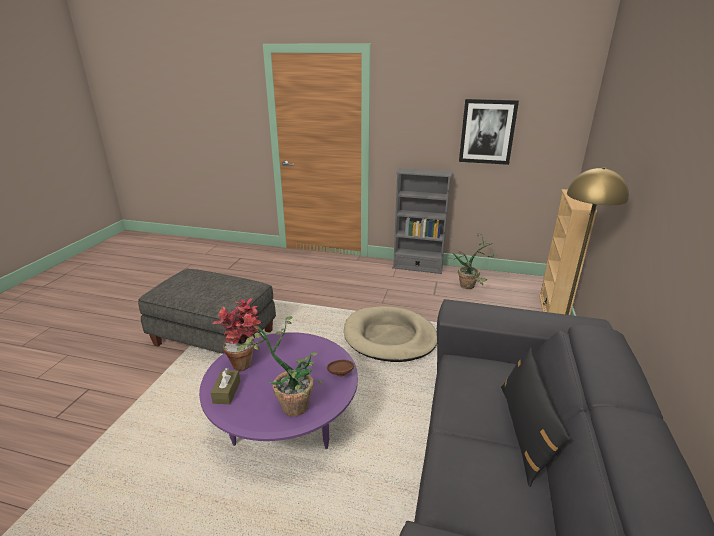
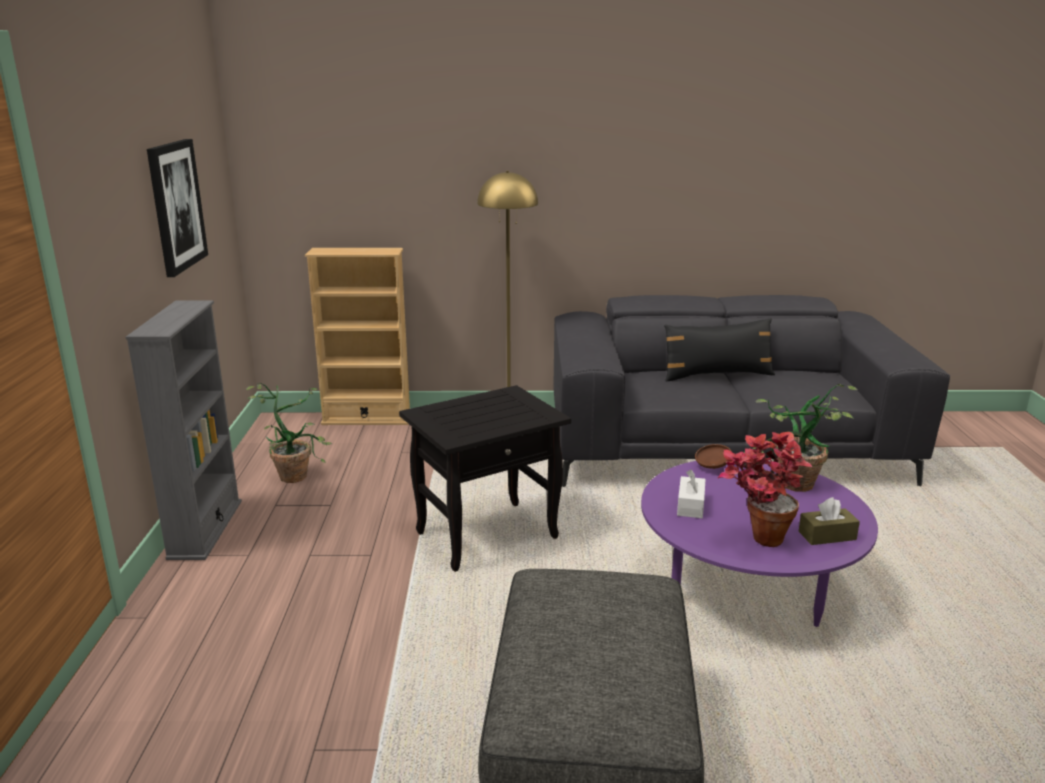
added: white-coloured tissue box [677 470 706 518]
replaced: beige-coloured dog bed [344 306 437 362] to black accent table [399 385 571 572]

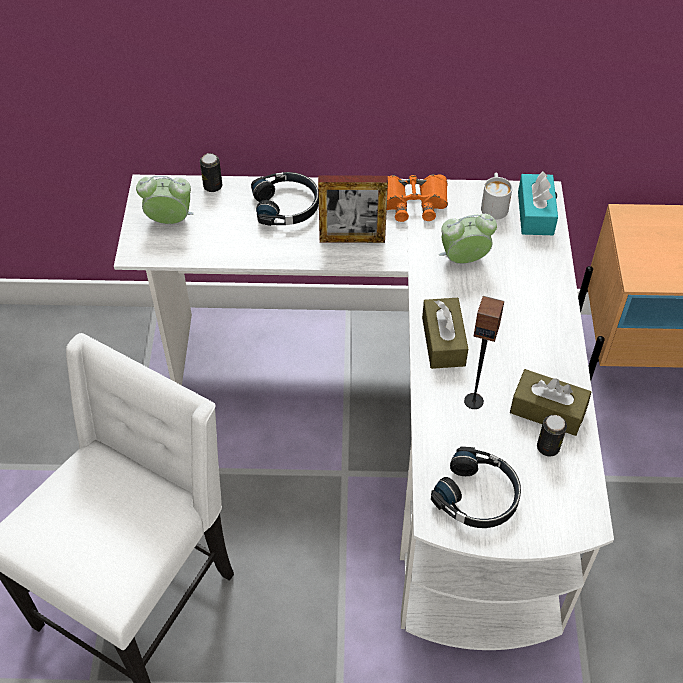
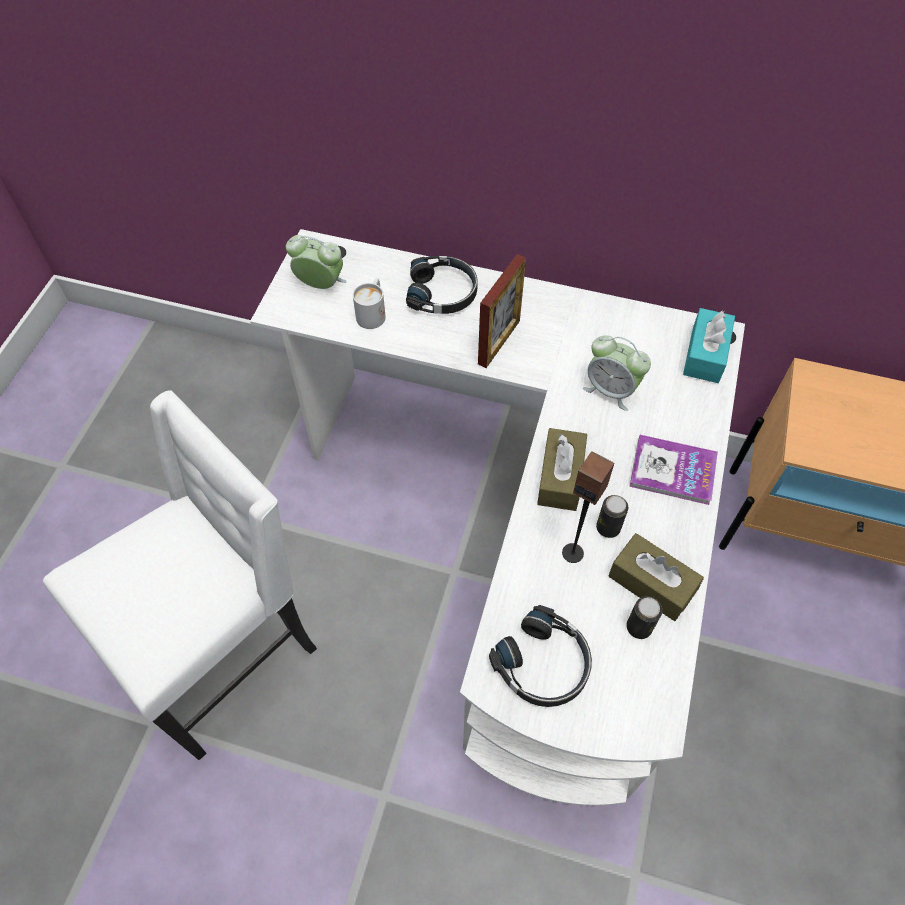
removed: orangey binoculars [387 175 448 222]
added: book [629 435 718 505]
moved: sealed can [200 153 222 192] to [596 495 628 538]; white-coloured tea mug [481 173 513 220] to [353 278 385 329]
turned: standing frame [318 175 388 243] = [478 254 526 368] 75 degrees counterclockwise; table clock [439 214 497 264] = [583 335 651 411] 150 degrees counterclockwise

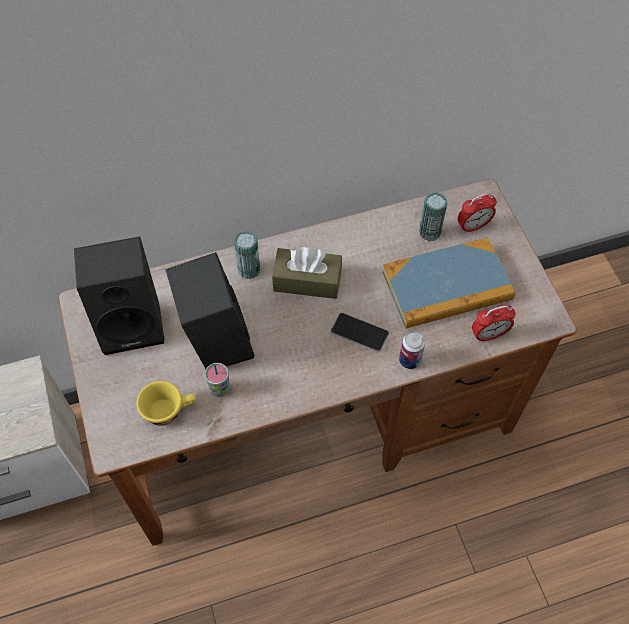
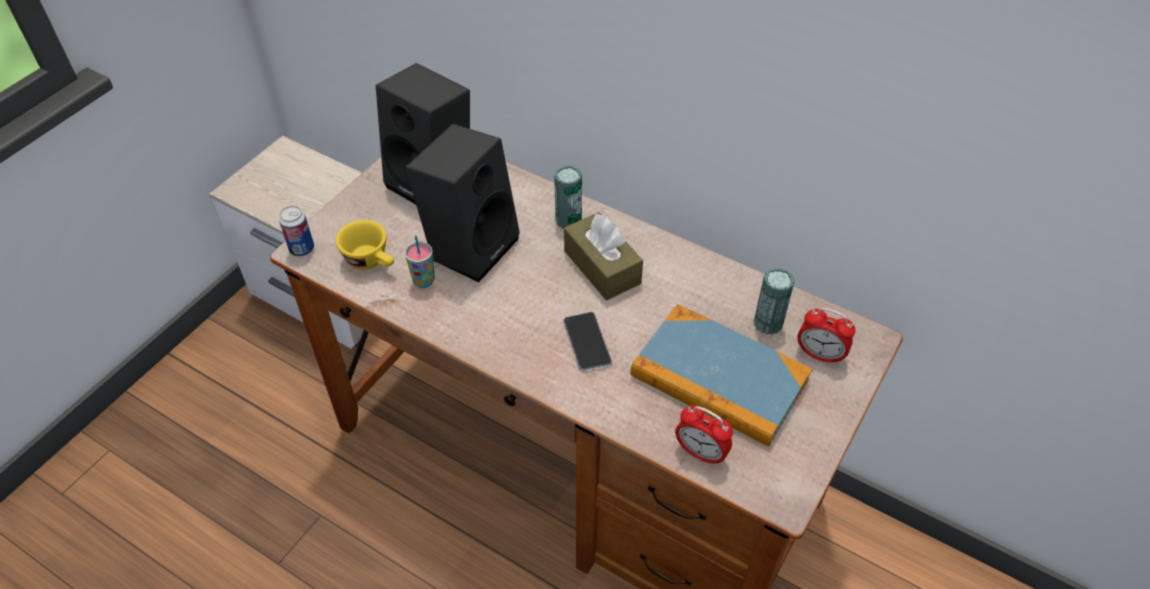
moved: sealed can [399 331 425 369] to [279 206 314 257]

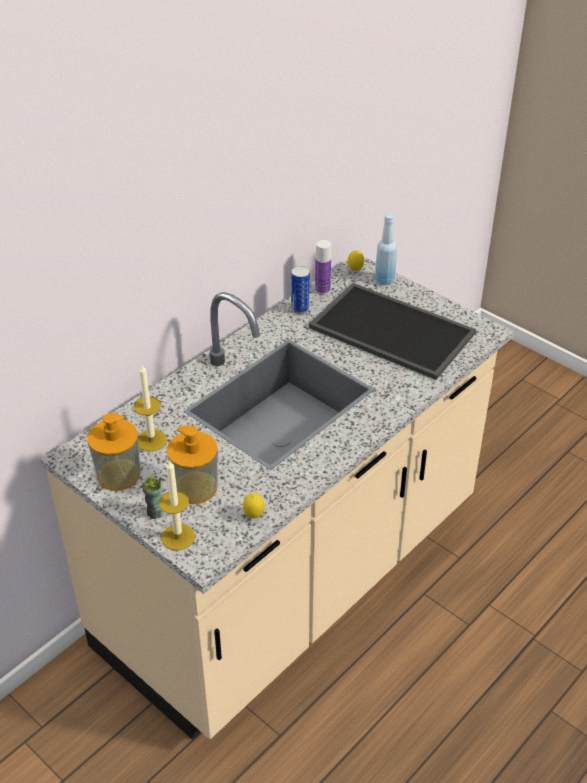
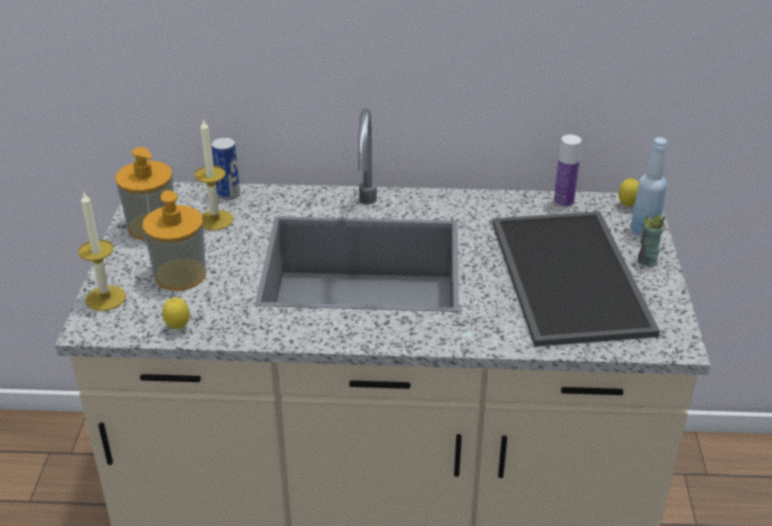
moved: sealed can [291 266 310 314] to [211 137 240 200]; cup [142 474 164 519] to [638 215 665 267]

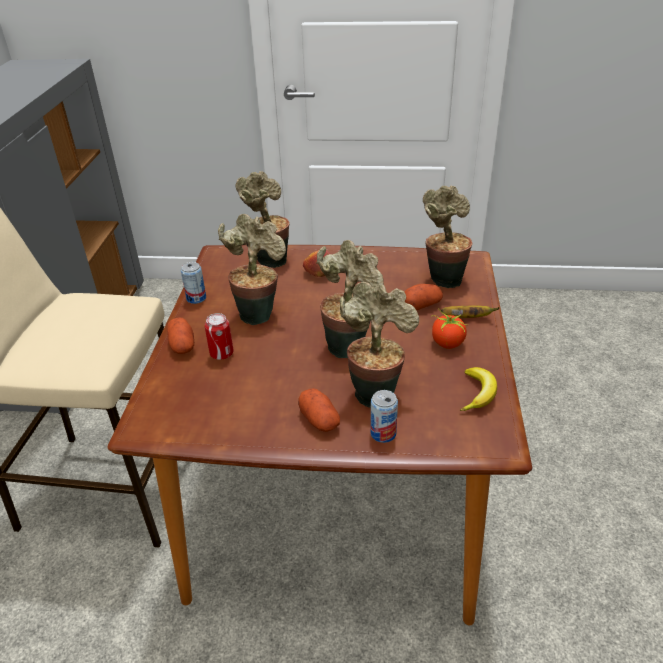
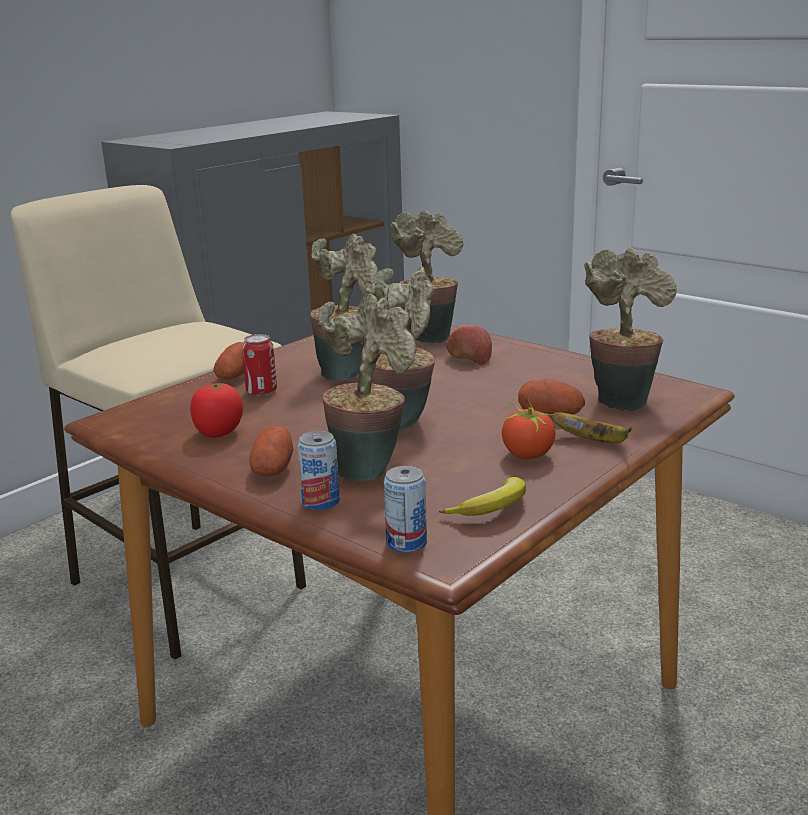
added: tomato [190 383 243 438]
moved: sealed can [181 262 206 304] to [384 466 427 553]

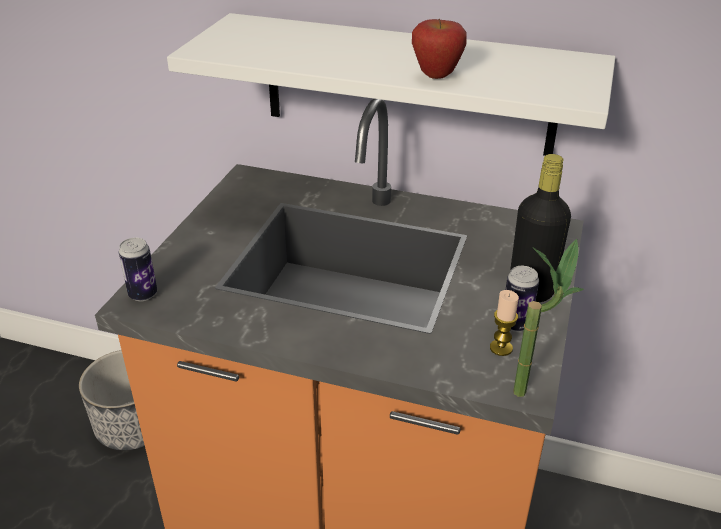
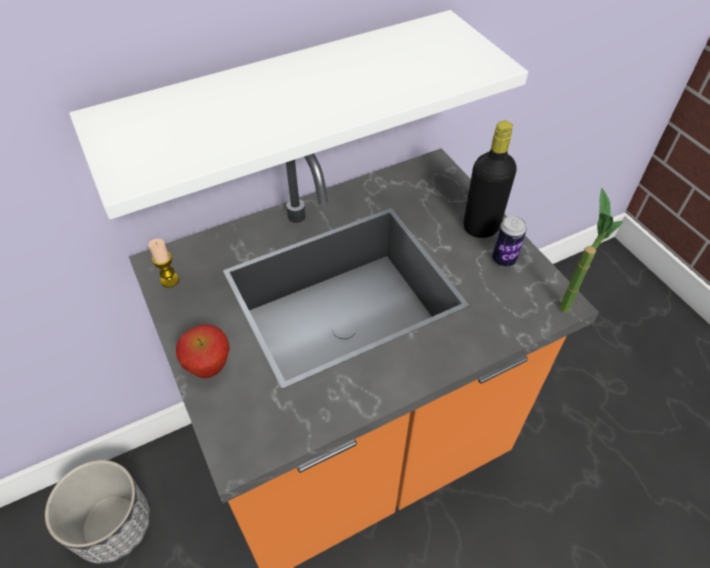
removed: sealed can [119 238 157 301]
moved: apple fruit [412 19 467 79] to [176 324 230 378]; wax candle [490 290 519 356] to [148 239 179 288]

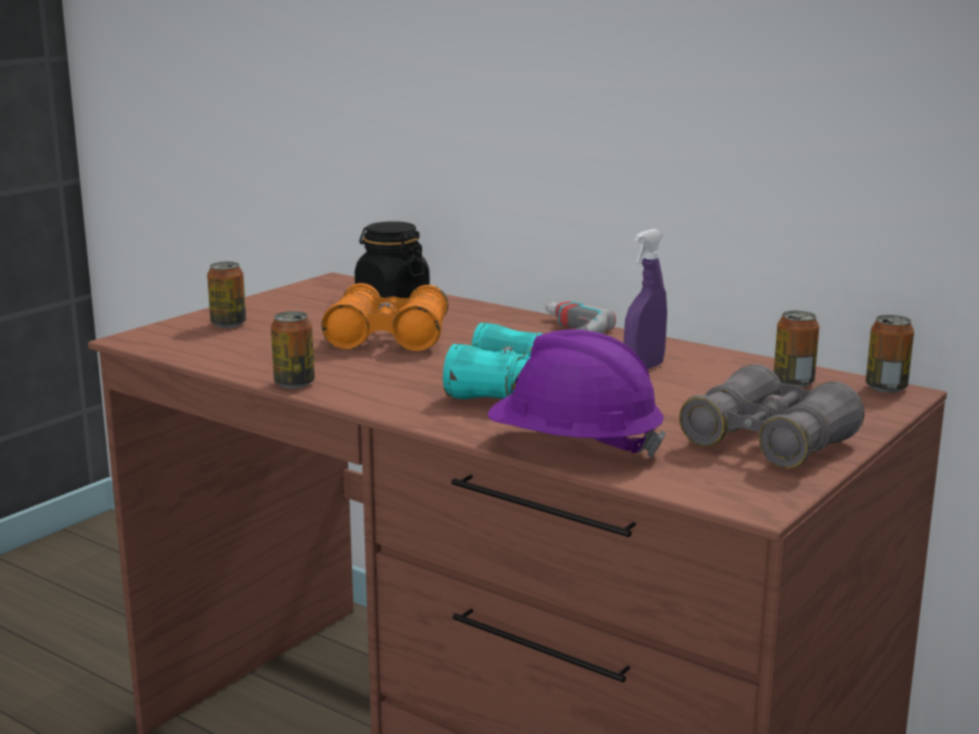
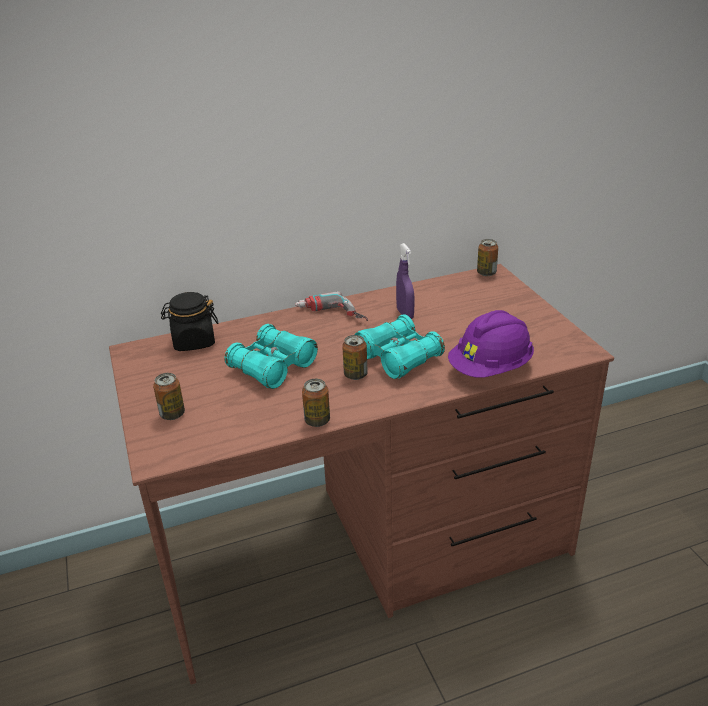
removed: grey binoculars [679 364 864 468]
moved: sealed can [774 311 819 387] to [342 335 368 380]
recoloured: orangey binoculars [321 283 448 352] to blue-green binoculars [224 324 318 389]

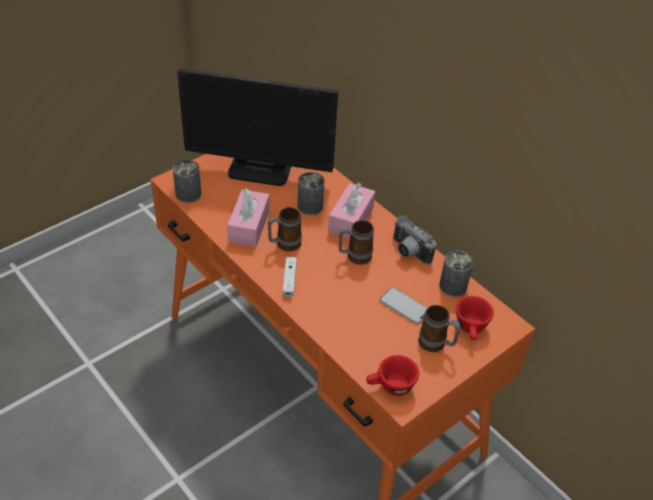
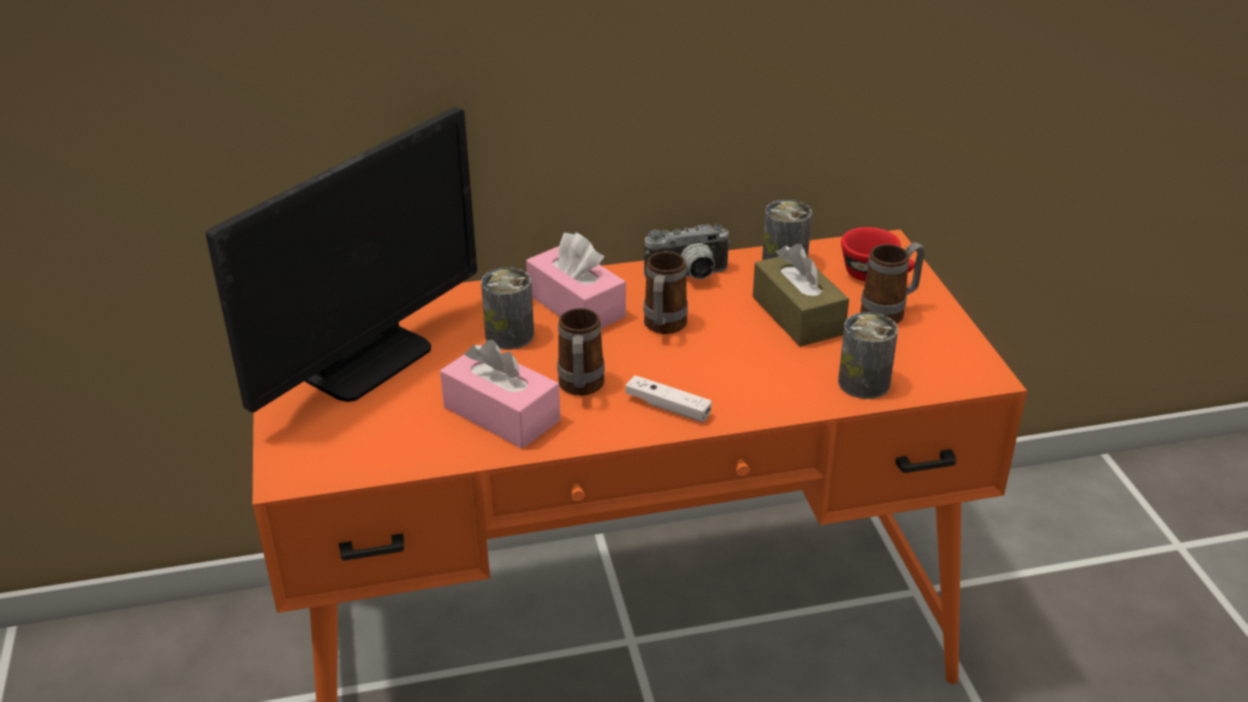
removed: reddish cup [366 355 419 396]
moved: sealed can [173 160 201 203] to [838 312 898 399]
replaced: phone [379 287 427 324] to brownish tissue box [753 243 849 347]

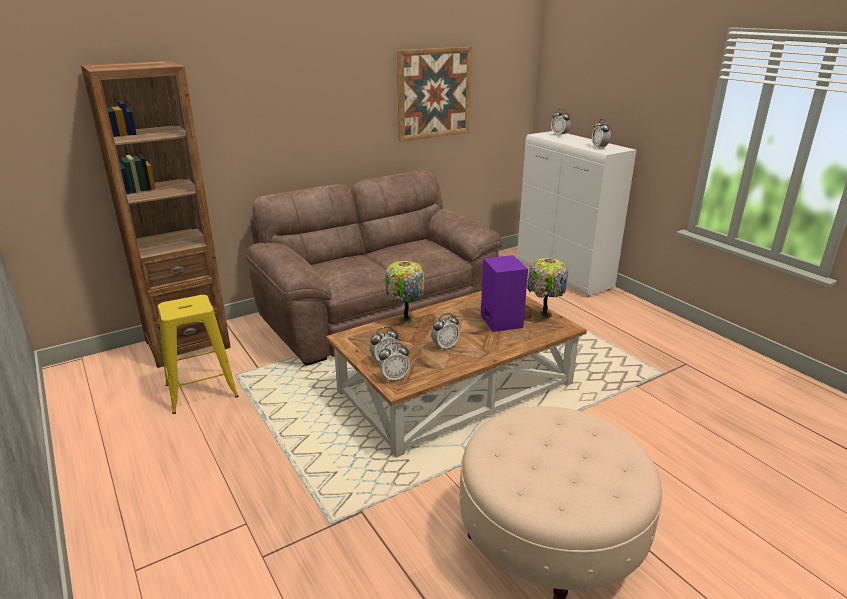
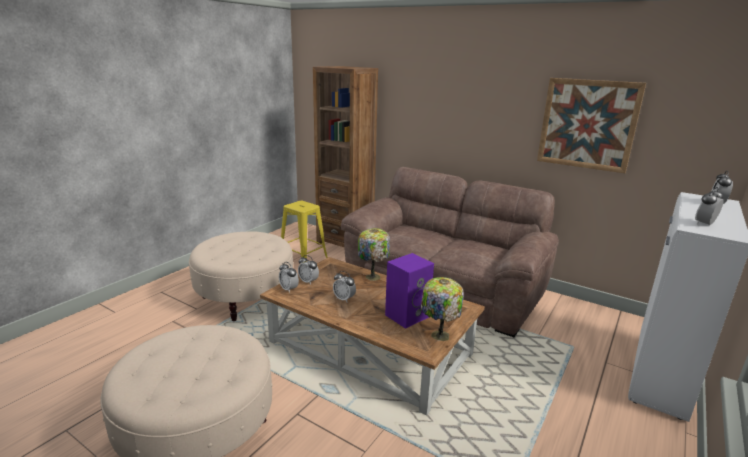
added: beige-coloured pouffe [189 231 294 321]

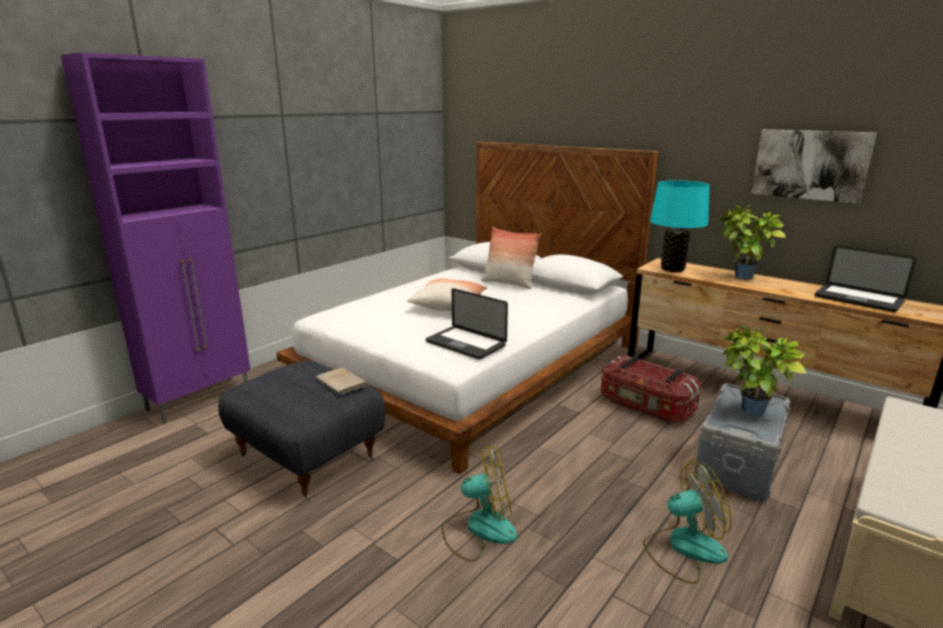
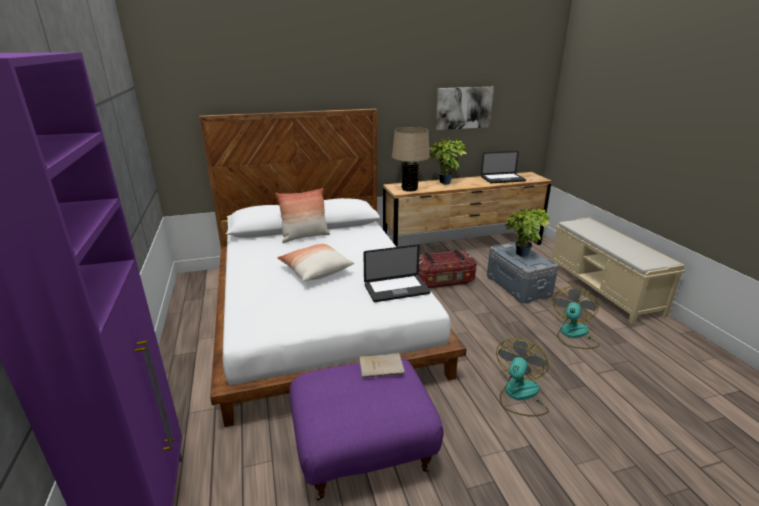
recoloured: blue-green tabletop lamp [650 180 710 272] to beige-coloured tabletop lamp [392 127 430 192]; grey pouffe [218 361 385 500] to purple pouffe [290 358 444 501]

